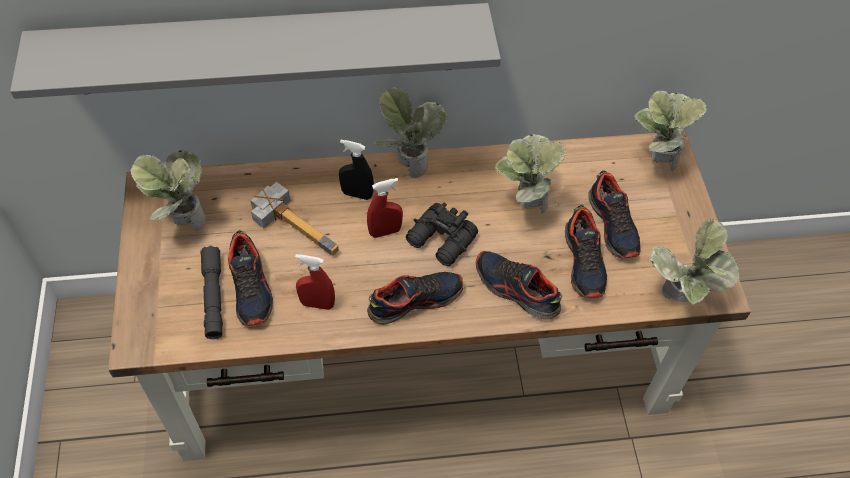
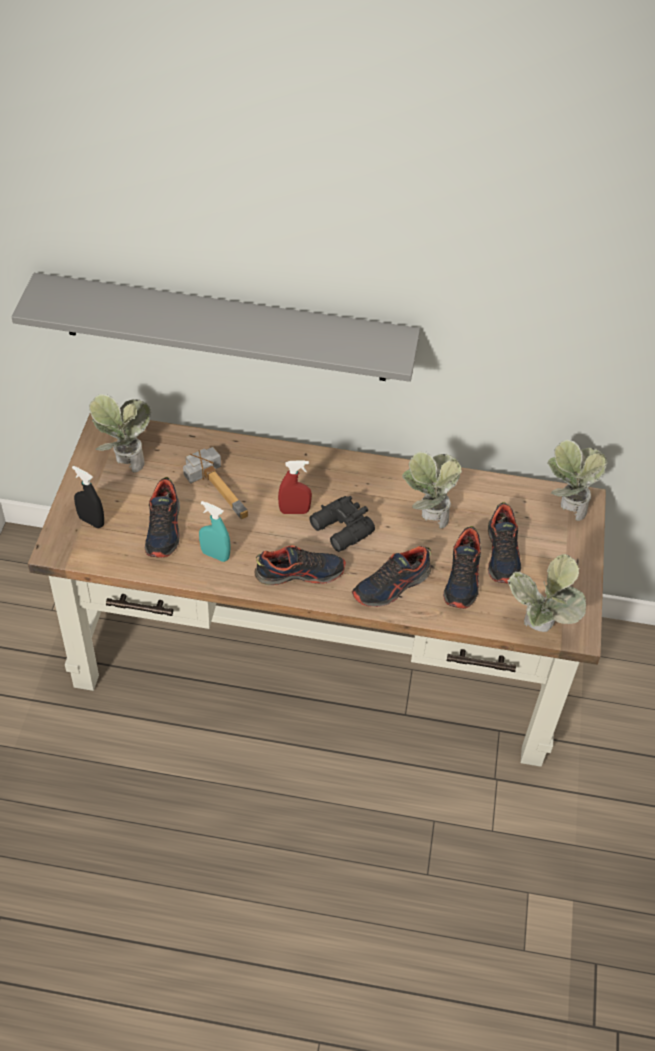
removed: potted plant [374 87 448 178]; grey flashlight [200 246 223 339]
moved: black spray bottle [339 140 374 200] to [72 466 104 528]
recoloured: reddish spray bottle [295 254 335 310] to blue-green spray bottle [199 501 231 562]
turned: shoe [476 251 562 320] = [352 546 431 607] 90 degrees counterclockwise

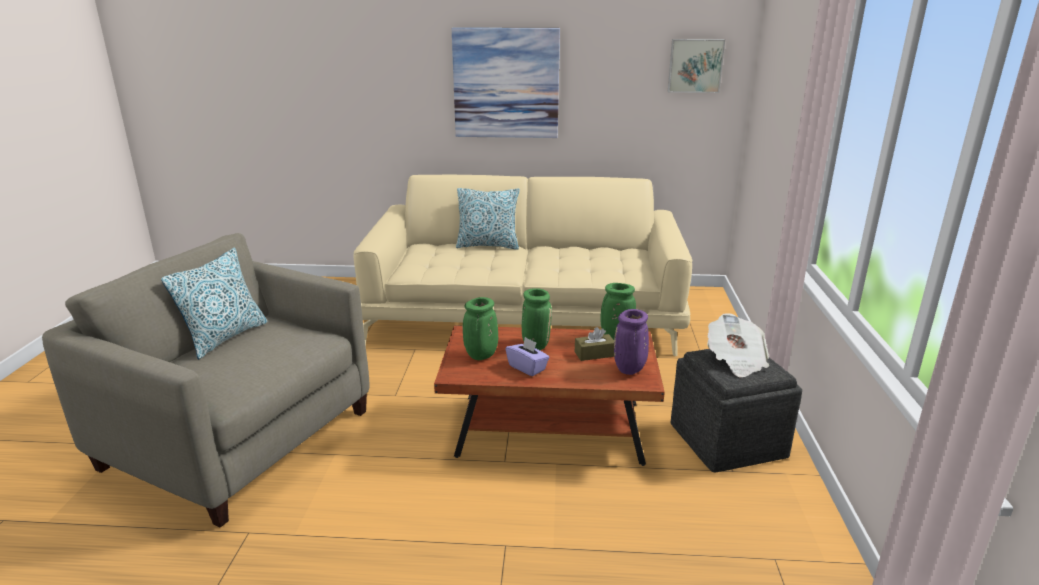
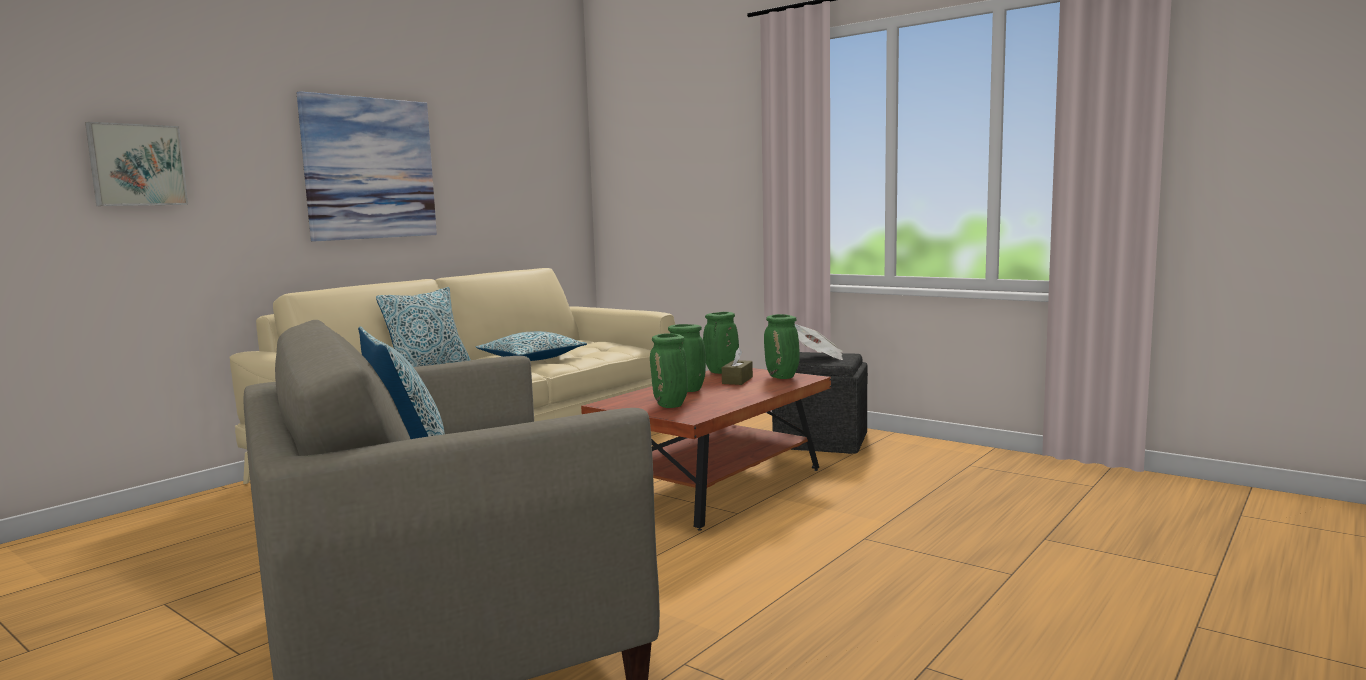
removed: purple tissue box [505 337 550 376]
added: throw pillow [476 331 587 361]
moved: wall art [668 39 725 93] to [85 122 188 206]
recoloured: purple flower vase [614 309 649 375] to green flower vase [764 314 800 379]

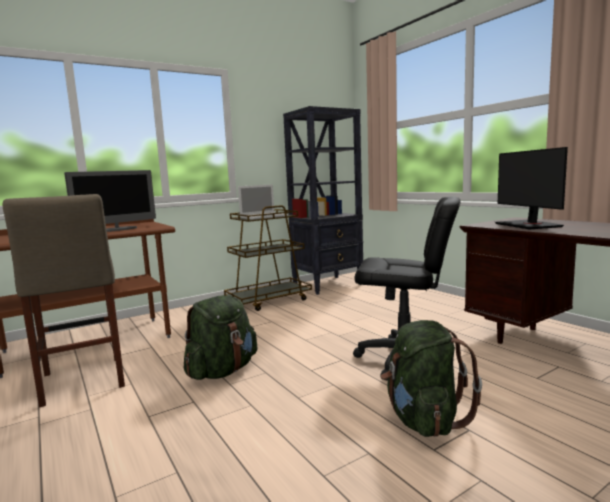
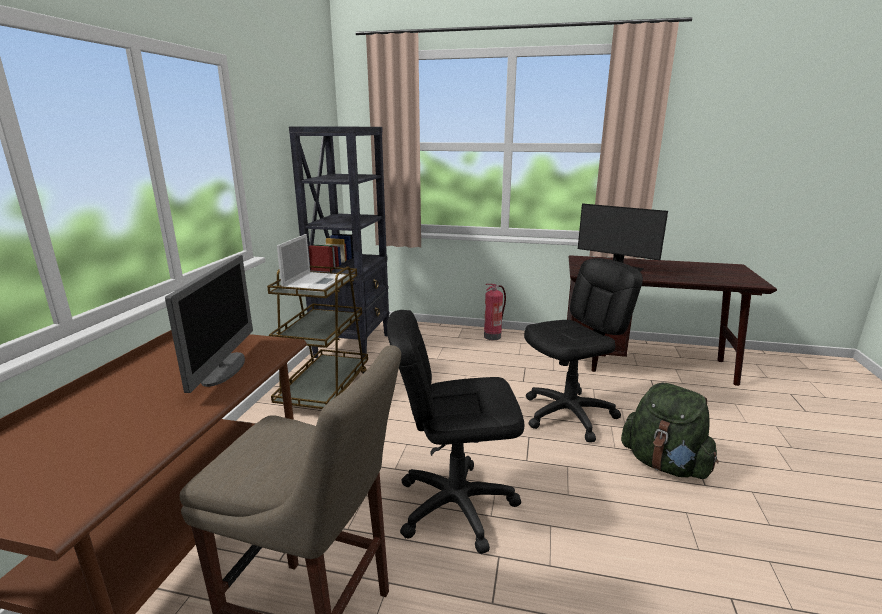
added: fire extinguisher [484 284 506 340]
replaced: green rucksack [184 295 257 380] to black desk chair [387 310 524 554]

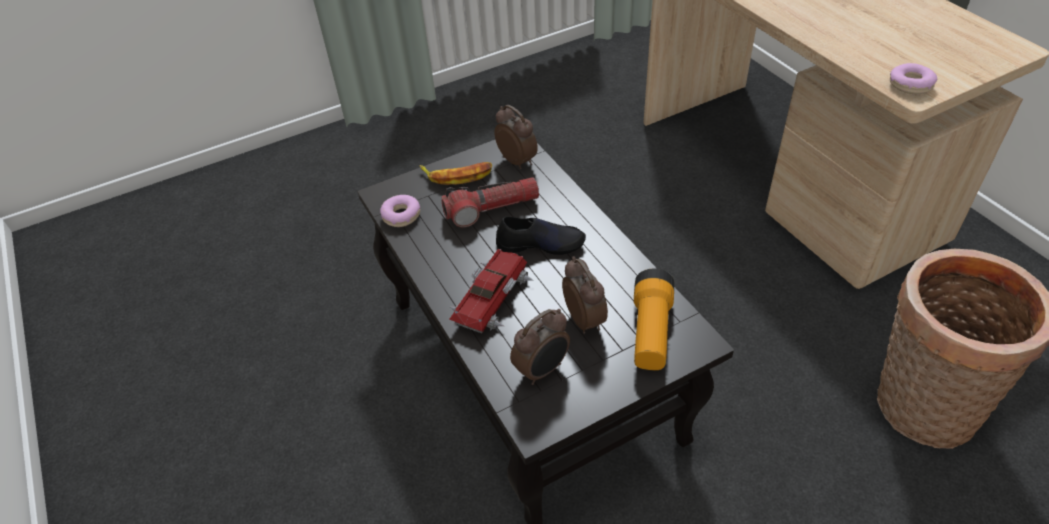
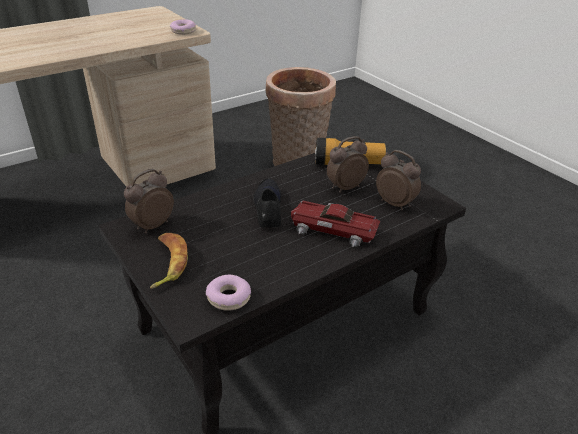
removed: flashlight [442 177 539 228]

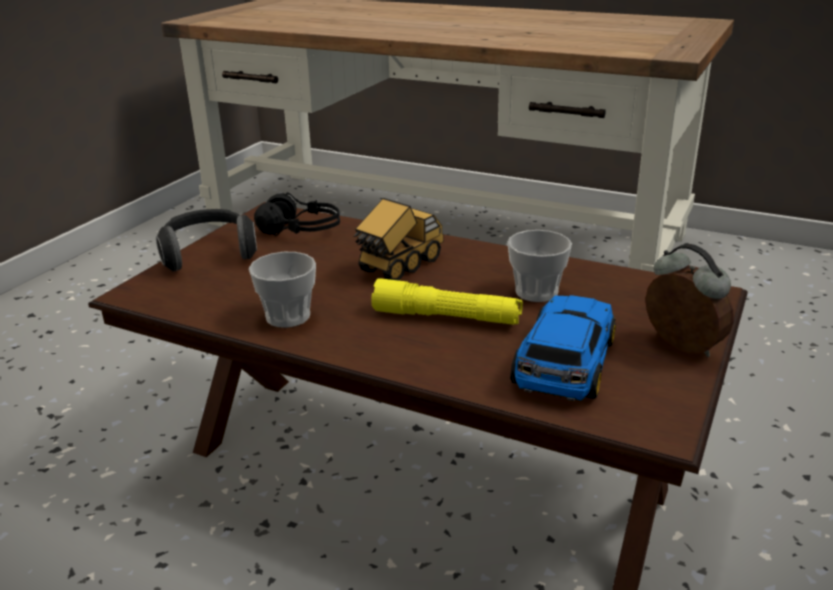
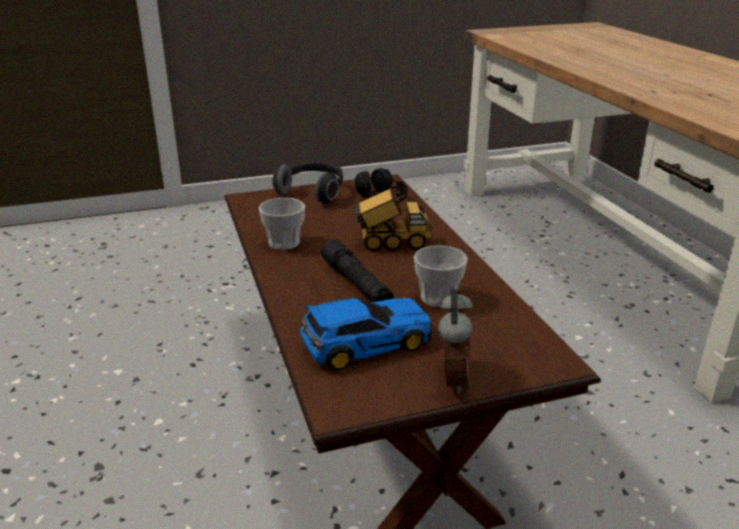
recoloured: yellow flashlight [371 278 523 325] to black flashlight [321 239 393 302]

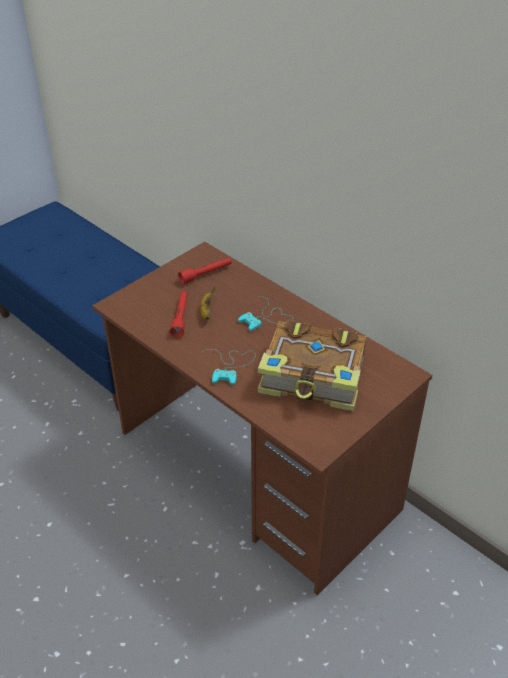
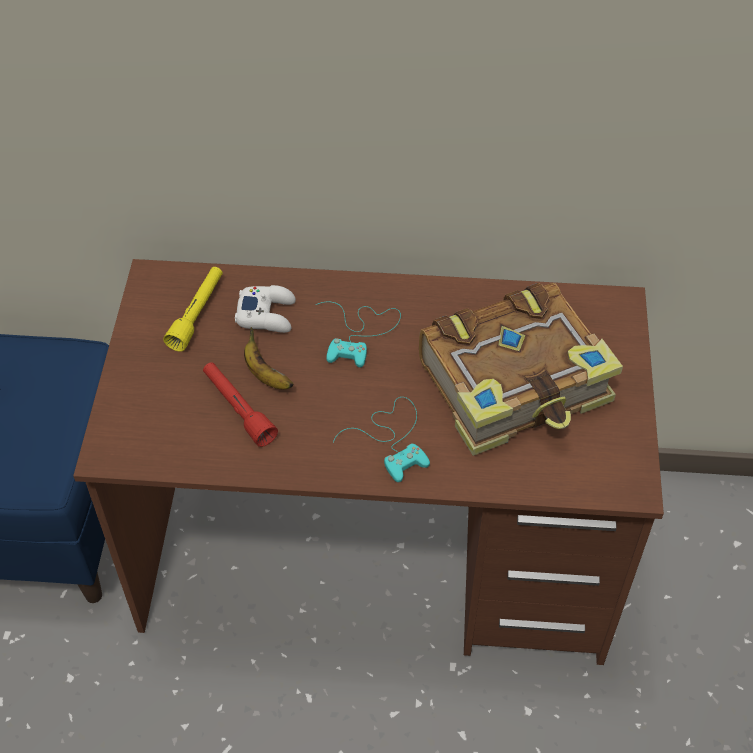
added: white-coloured gamepad [235 285 296 333]
recoloured: reddish flashlight [178 258 232 284] to yellow flashlight [163 267 223 352]

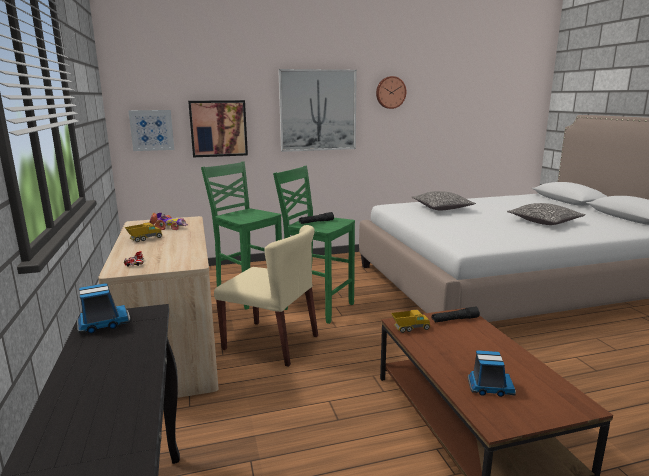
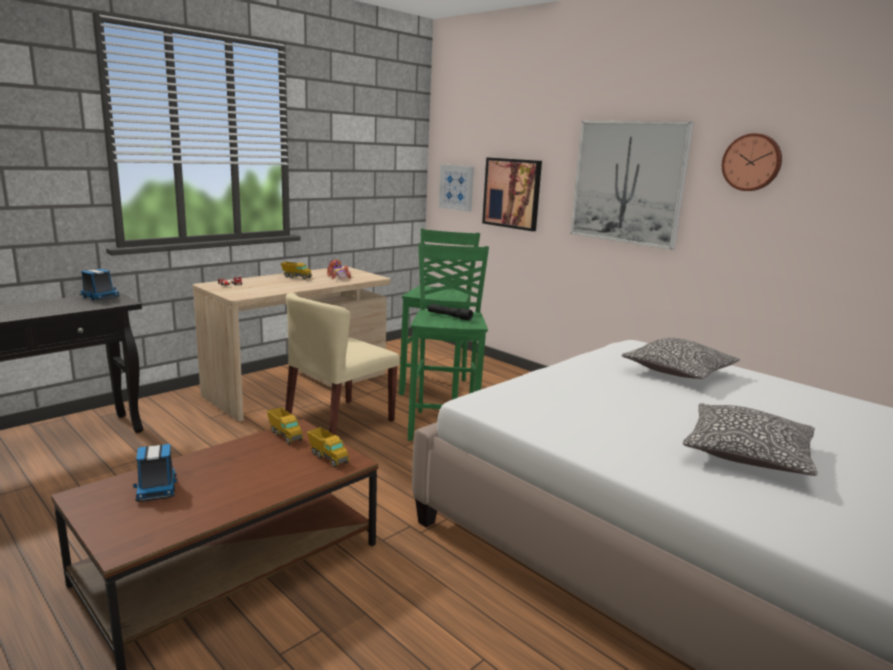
replaced: black flashlight [432 307 480 322] to model truck [307 427 349 468]
turned: beige-coloured chair [214 225 318 367] = [285 293 400 435] 45 degrees clockwise

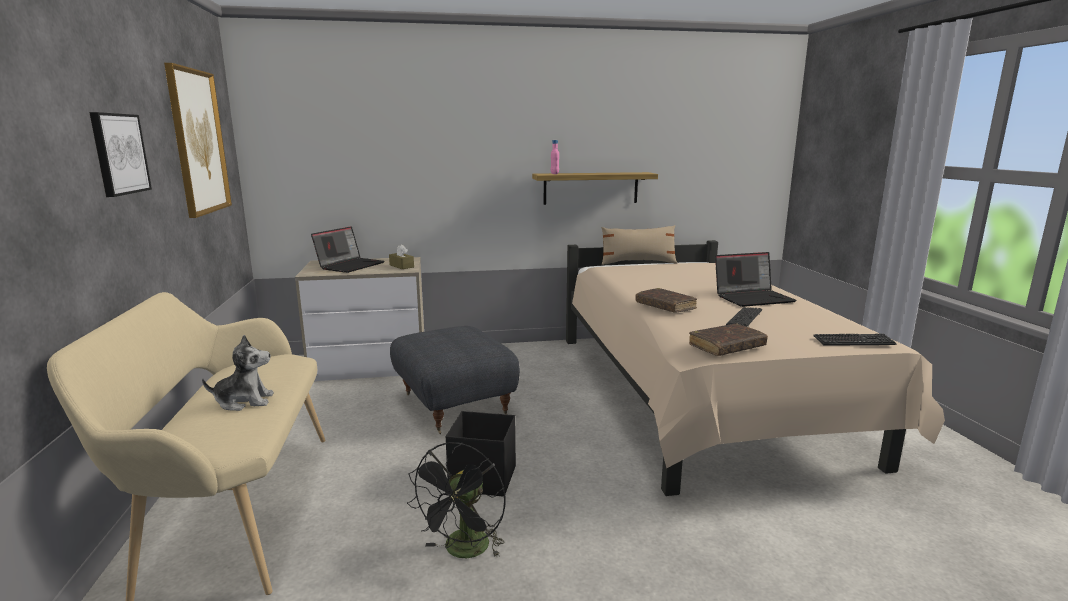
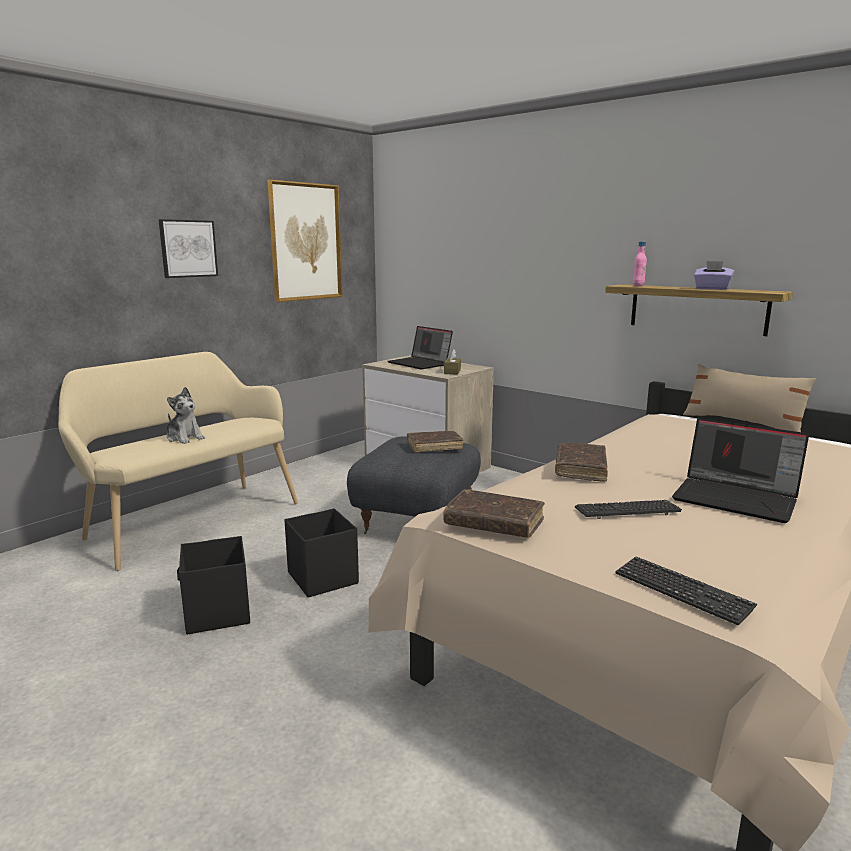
added: purple tissue box [694 261 734 290]; brownish book [407 431 463 453]
replaced: black cooling fan [407 442 506 558] to black storage container [177 536 250 634]
turned: portable computer [311 226 385 273] = [388 326 453 369] 60 degrees clockwise

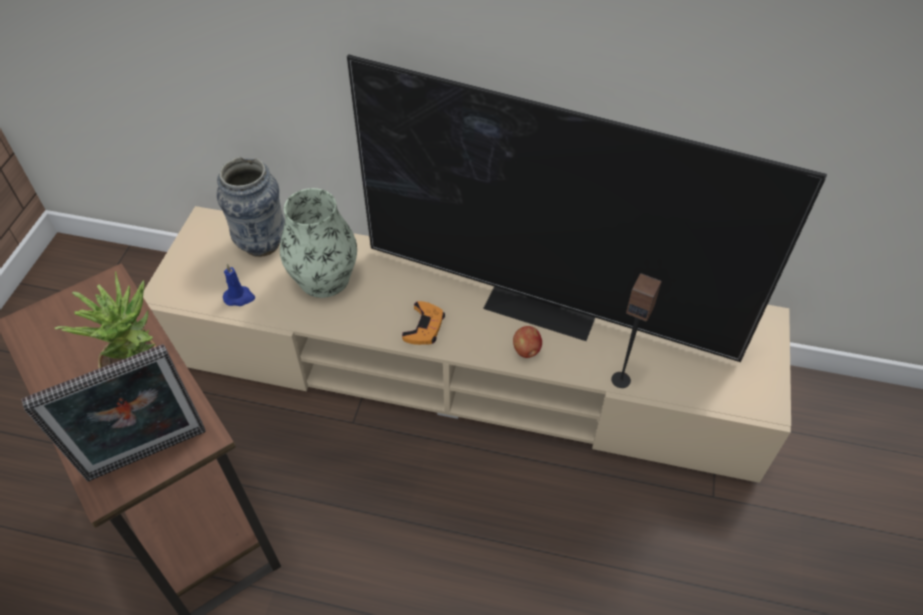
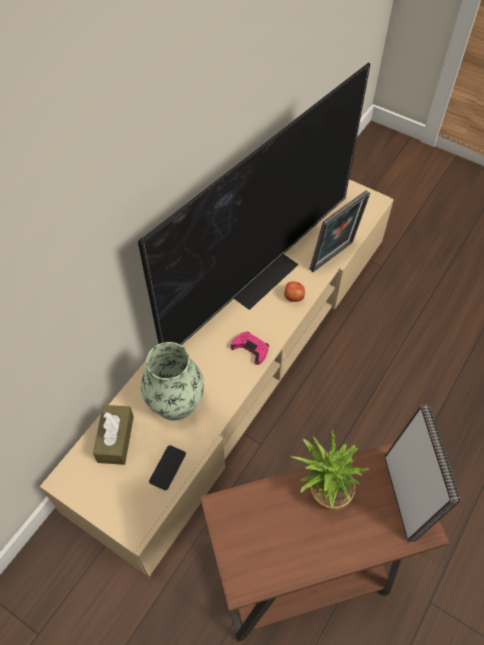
replaced: flower vase [217 157 285 257] to brownish tissue box [93 405 134 465]; bluish wax candle [223 264 255 306] to phone [149 445 186 491]; audio speaker [611 273 662 388] to standing frame [310 190 370 272]
recoloured: orangey gamepad [402 301 445 345] to pink gamepad [231 332 269 365]

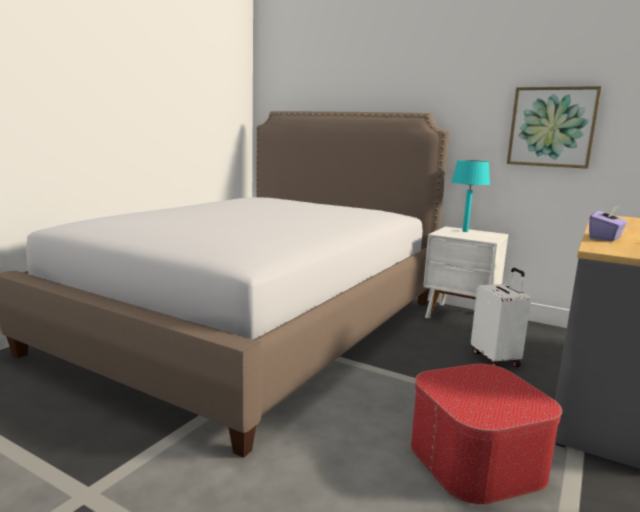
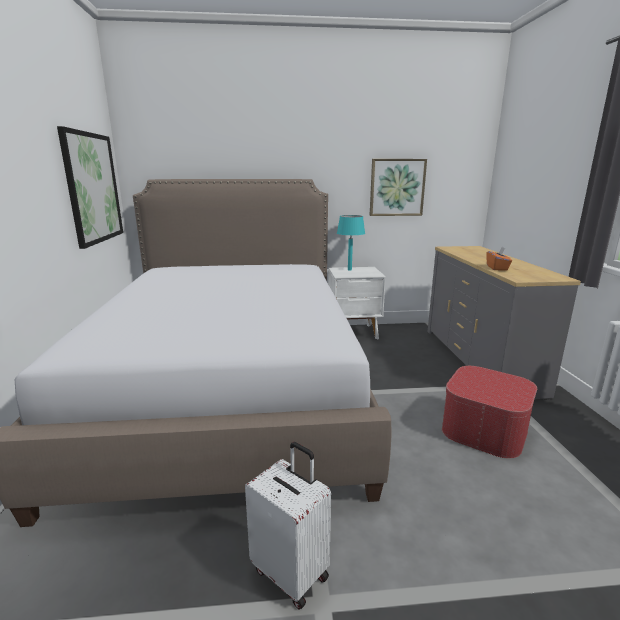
added: wall art [57 126 123 249]
moved: white-coloured piece of luggage [471 268 531 367] to [245 442 331 610]
recoloured: purple tissue box [589 205 627 241] to orangey tissue box [487 247 512 271]

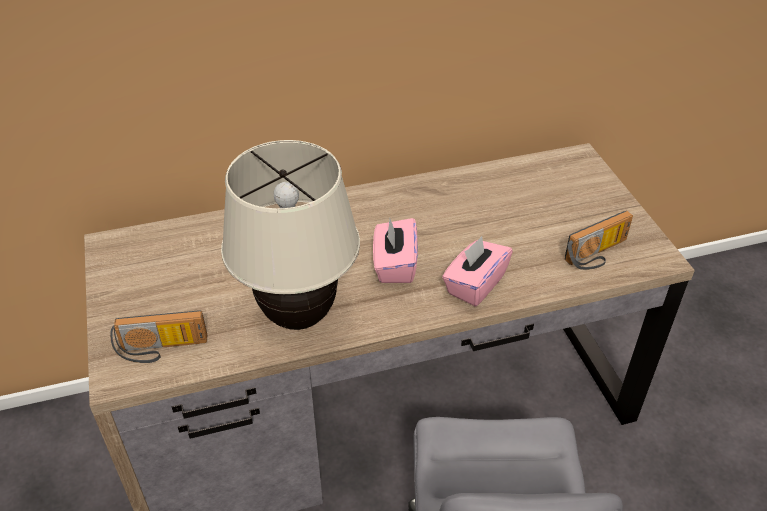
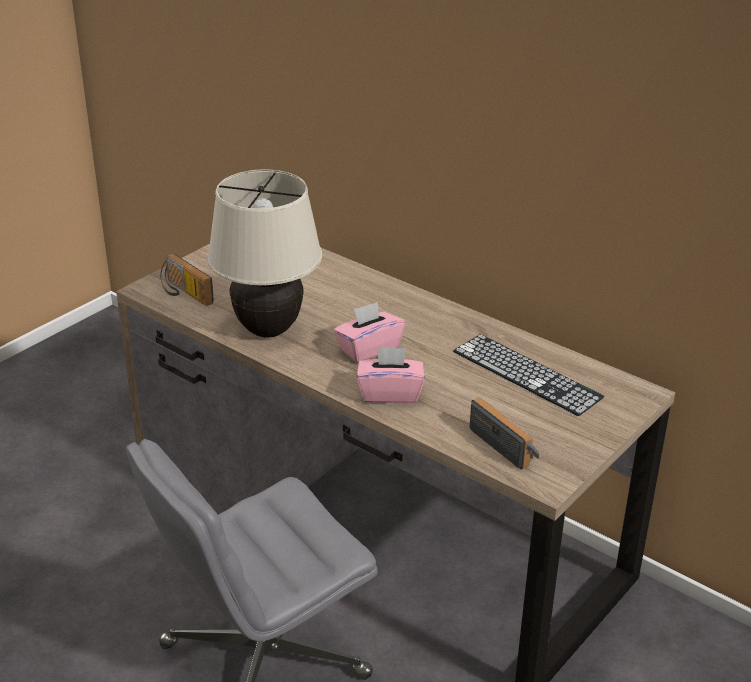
added: computer keyboard [453 334 605 416]
turned: radio receiver [565 211 633 270] = [469 397 539 469] 150 degrees counterclockwise

